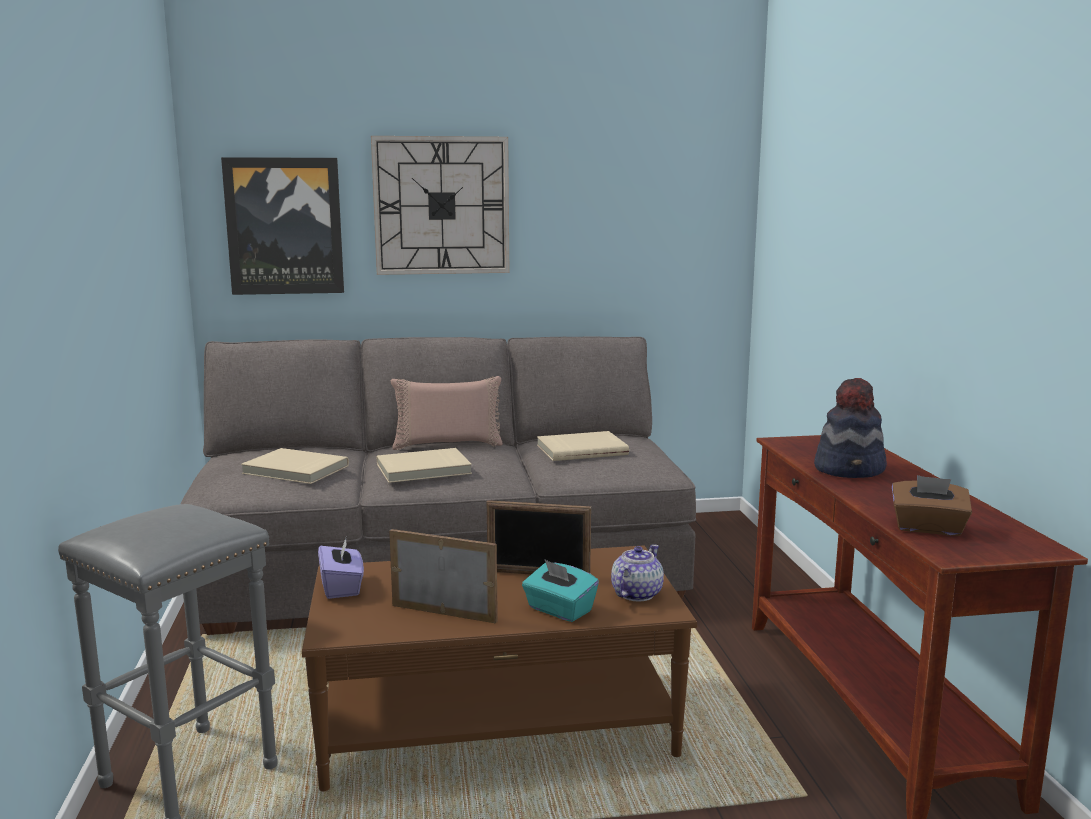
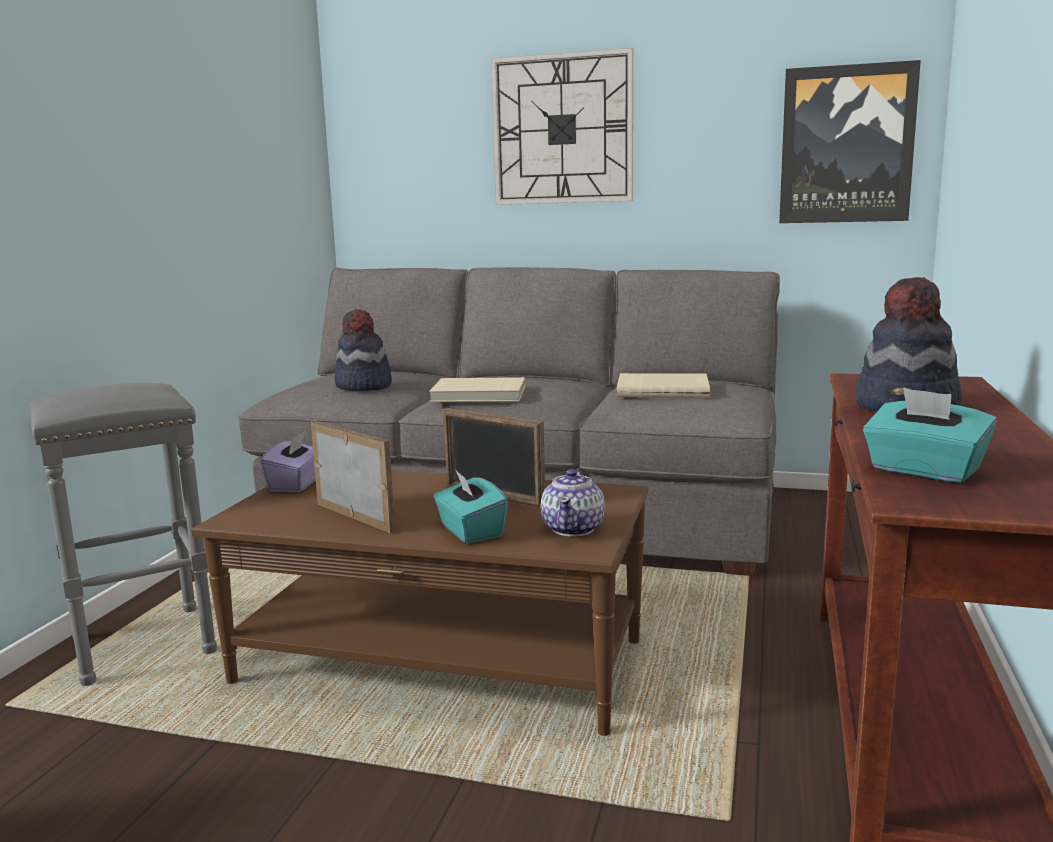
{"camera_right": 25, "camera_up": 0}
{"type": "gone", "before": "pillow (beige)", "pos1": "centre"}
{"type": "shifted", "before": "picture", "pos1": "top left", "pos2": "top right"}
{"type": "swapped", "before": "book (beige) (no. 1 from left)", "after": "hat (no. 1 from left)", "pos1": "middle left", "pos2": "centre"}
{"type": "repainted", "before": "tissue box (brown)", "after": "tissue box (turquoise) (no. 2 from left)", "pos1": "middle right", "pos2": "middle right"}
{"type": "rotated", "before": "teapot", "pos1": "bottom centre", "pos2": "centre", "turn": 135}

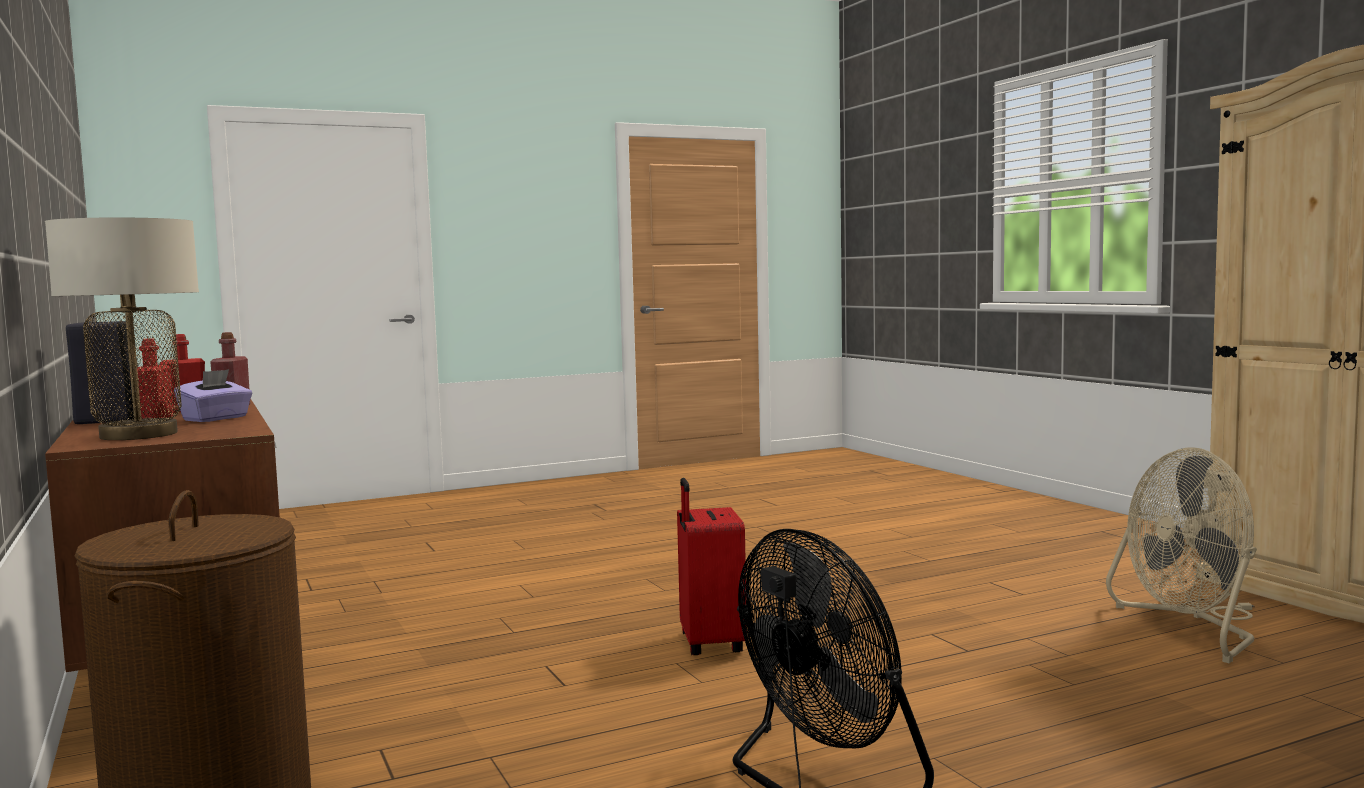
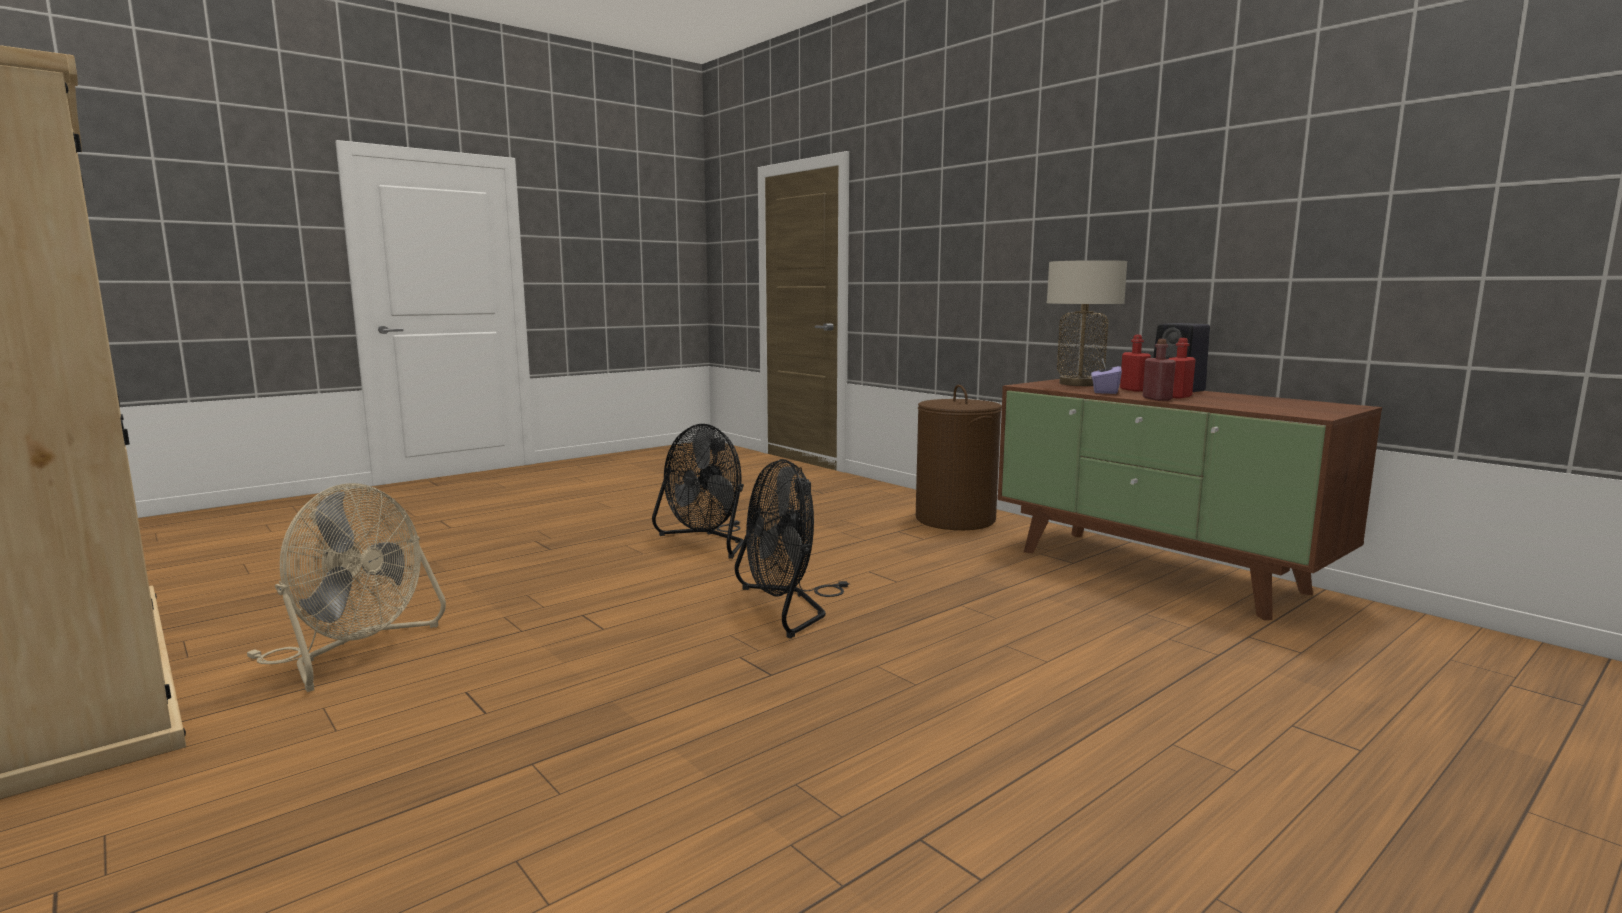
{"camera_right": 165, "camera_up": 5}
{"type": "swapped", "before": "suitcase (red)", "after": "fan (black) (no. 2 from left)", "pos1": "bottom centre", "pos2": "centre"}
{"type": "rotated", "before": "fan (beige)", "pos1": "bottom right", "pos2": "middle left", "turn": 45}

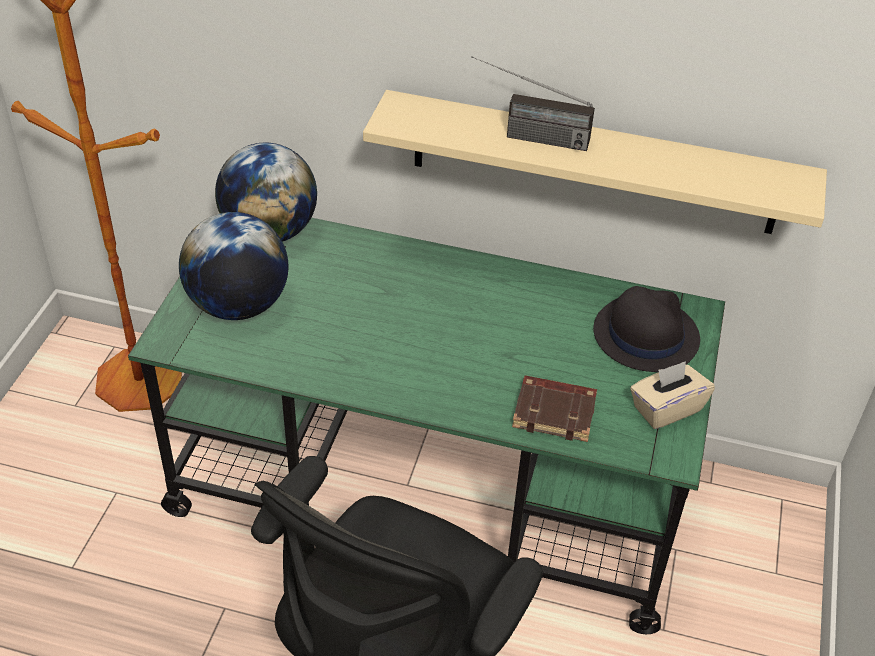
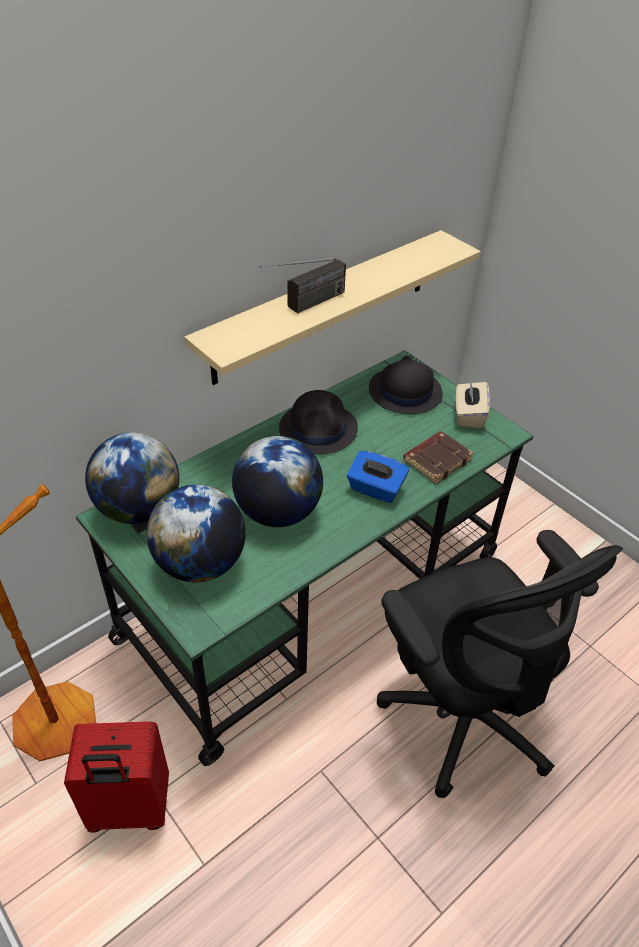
{"camera_right": -55, "camera_up": 0}
{"type": "new", "after": "suitcase (red)", "pos2": "bottom left"}
{"type": "new", "after": "globe (no. 3 from left)", "pos2": "centre"}
{"type": "new", "after": "hat (black) (no. 1 from left)", "pos2": "centre"}
{"type": "new", "after": "tissue box (blue)", "pos2": "centre"}

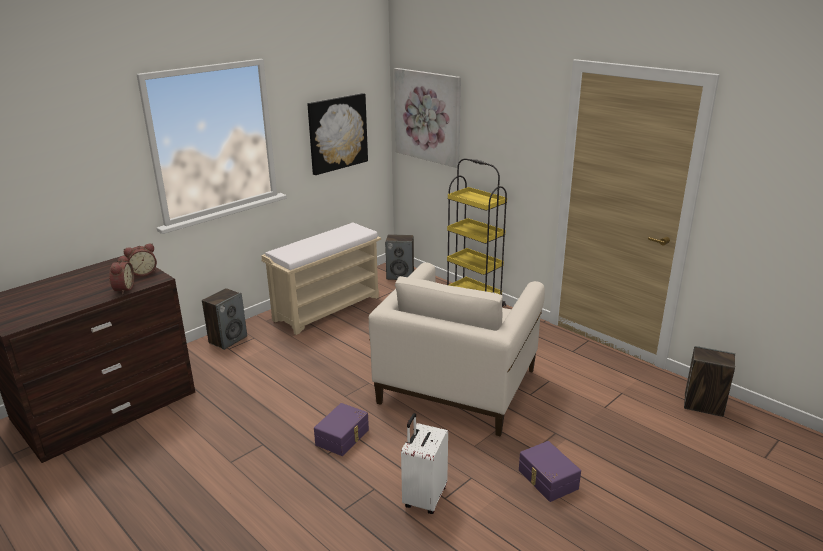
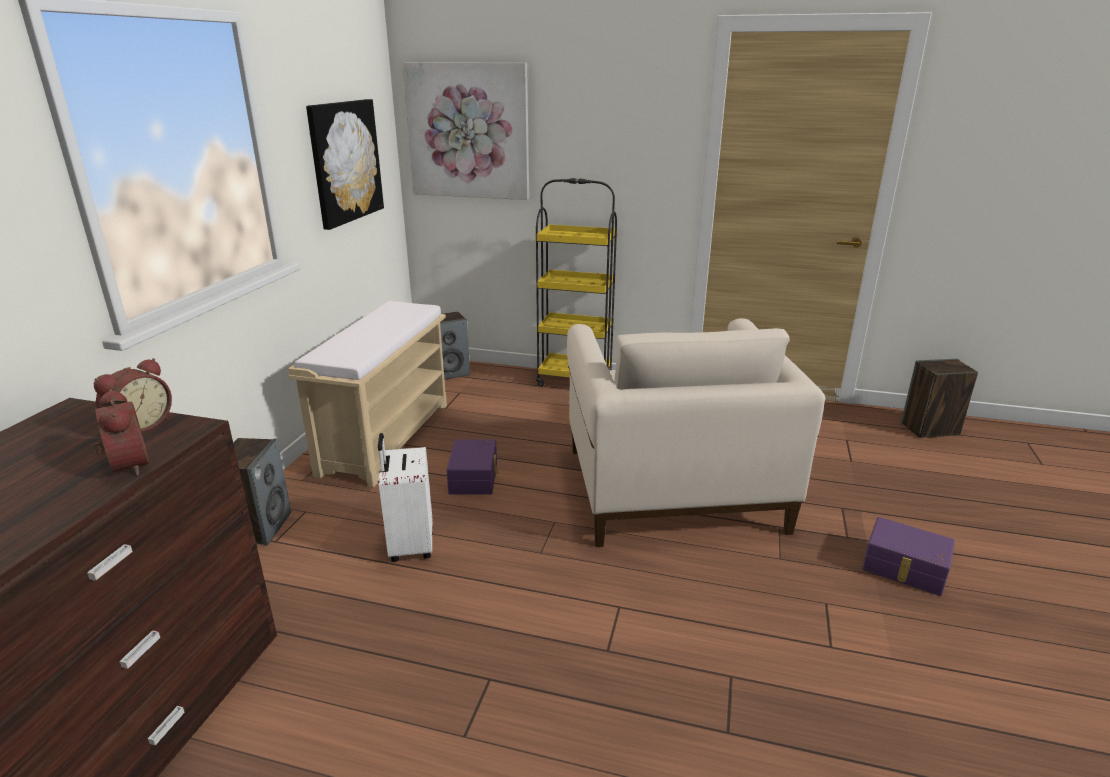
{"camera_right": -30, "camera_up": 0}
{"type": "shifted", "before": "storage box (purple) (no. 1 from left)", "pos1": "bottom centre", "pos2": "centre"}
{"type": "shifted", "before": "suitcase (white)", "pos1": "bottom centre", "pos2": "centre"}

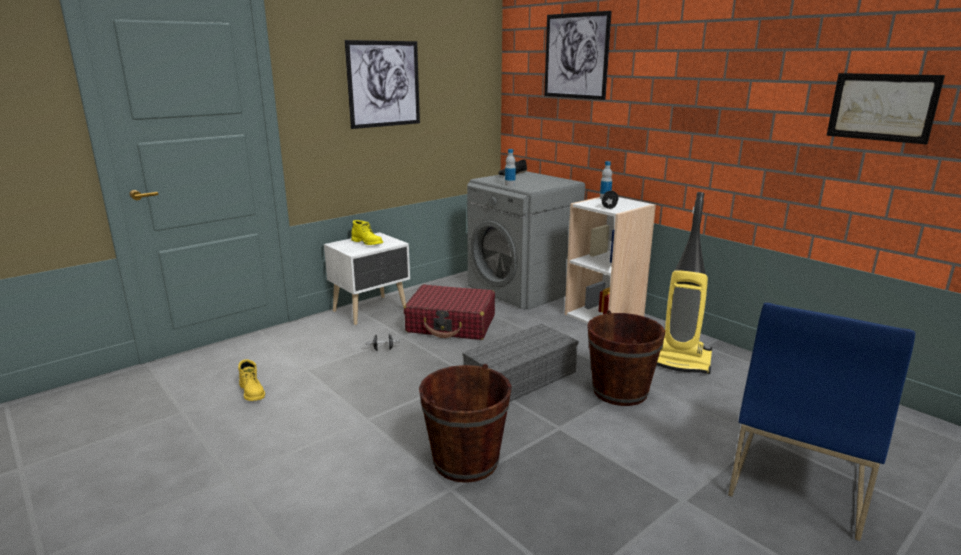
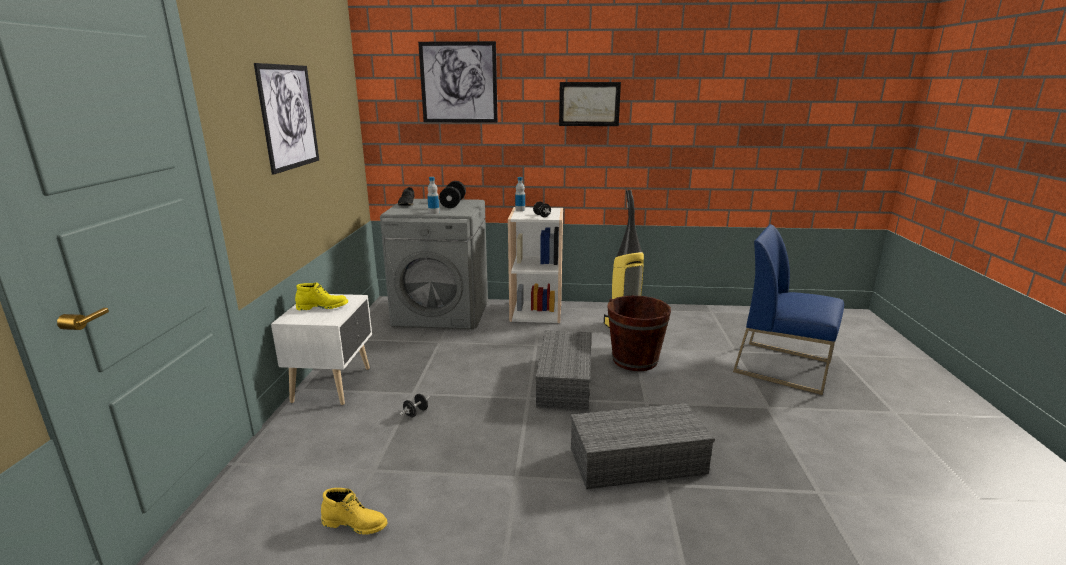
{"camera_right": -45, "camera_up": 0}
{"type": "gone", "before": "suitcase (red)", "pos1": "centre"}
{"type": "new", "after": "dumbbell (black) (no. 2 from left)", "pos2": "centre"}
{"type": "shifted", "before": "picture (no. 3 from left)", "pos1": "top right", "pos2": "top centre"}
{"type": "swapped", "before": "bucket (brown) (no. 1 from left)", "after": "storage box (grey) (no. 2 from left)", "pos1": "bottom centre", "pos2": "bottom centre"}
{"type": "rotated", "before": "chair (blue)", "pos1": "bottom right", "pos2": "middle right", "turn": 135}

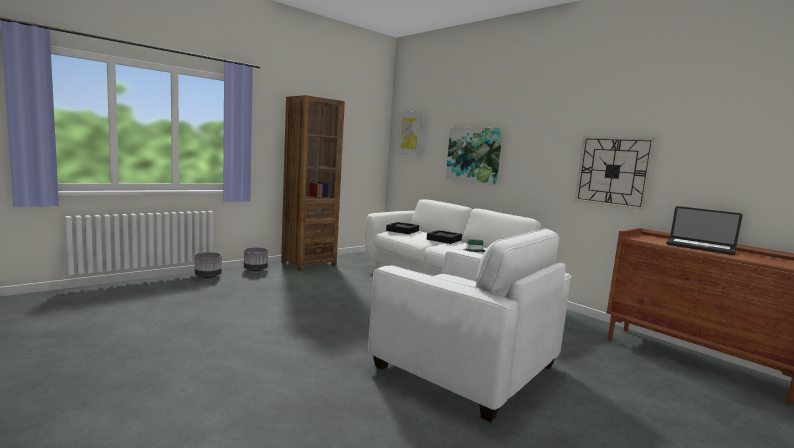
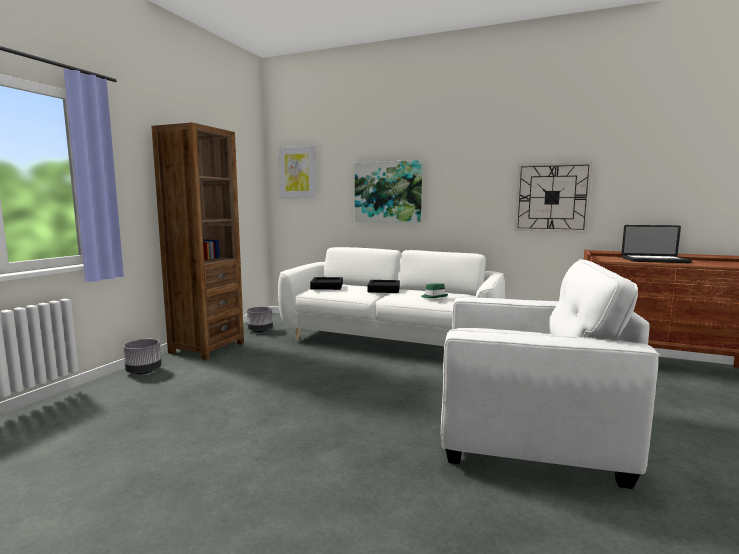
{"camera_right": -25, "camera_up": 0}
{"type": "shifted", "before": "planter (grey) (no. 1 from left in the first image)", "after": "planter (grey) (no. 2 from left)", "pos1": "middle left", "pos2": "centre"}

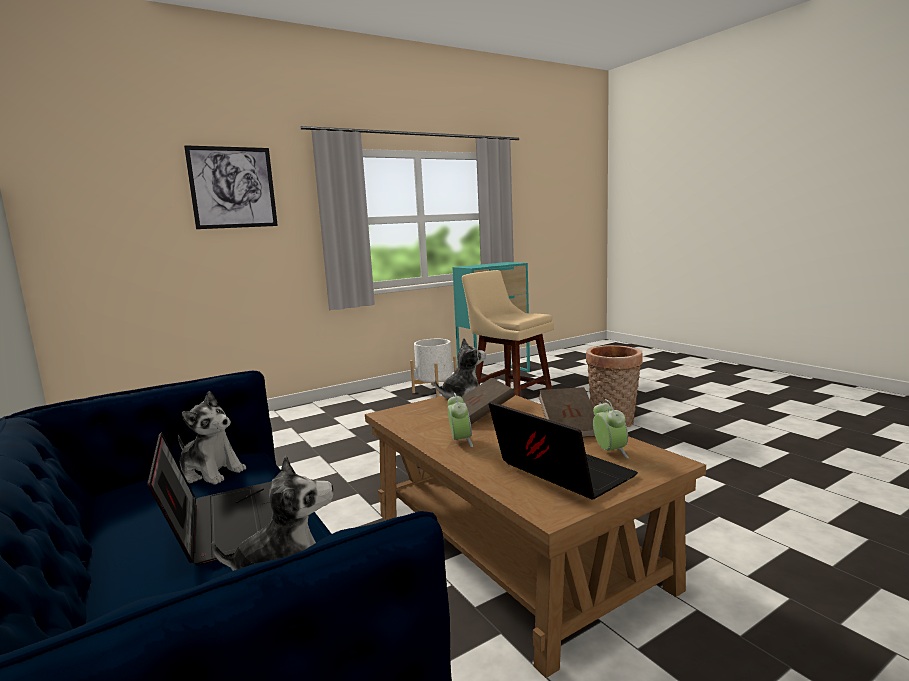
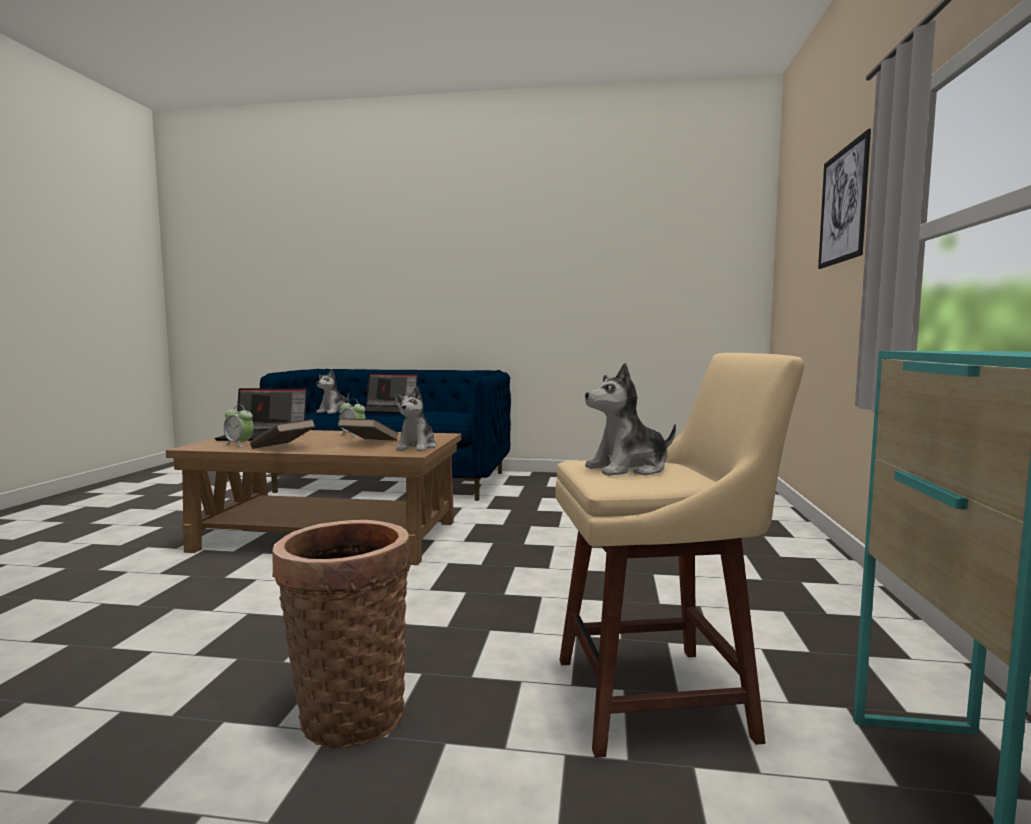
{"camera_right": 130, "camera_up": -5}
{"type": "gone", "before": "planter (white)", "pos1": "centre"}
{"type": "shifted", "before": "plush toy (no. 1 from left in the first image)", "after": "plush toy (no. 3 from left)", "pos1": "middle left", "pos2": "centre"}

